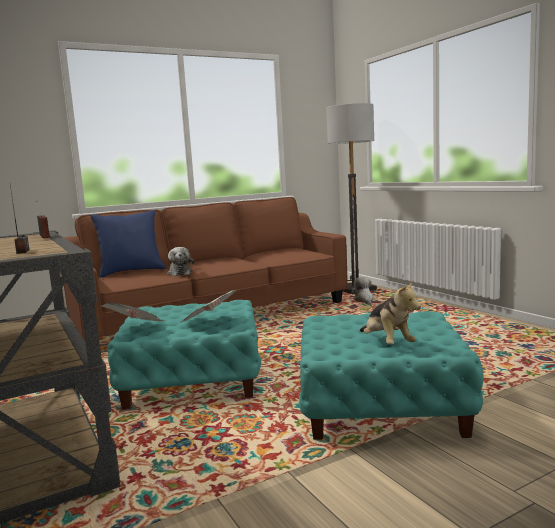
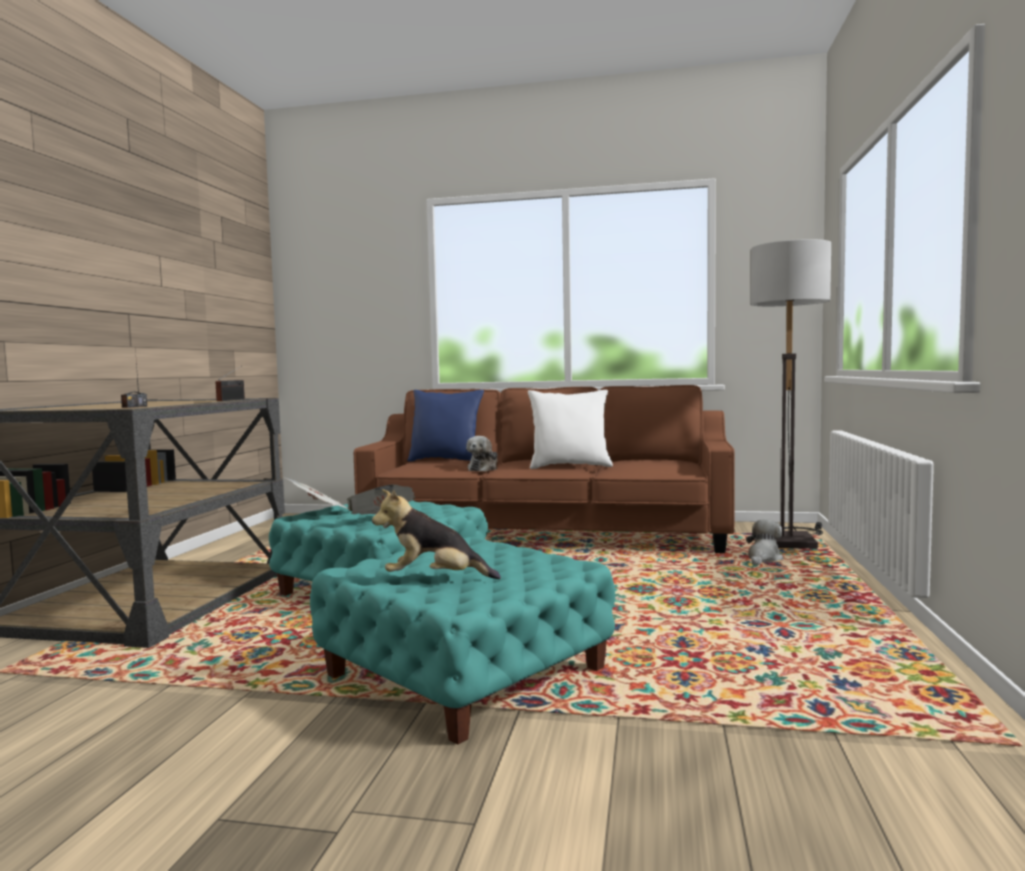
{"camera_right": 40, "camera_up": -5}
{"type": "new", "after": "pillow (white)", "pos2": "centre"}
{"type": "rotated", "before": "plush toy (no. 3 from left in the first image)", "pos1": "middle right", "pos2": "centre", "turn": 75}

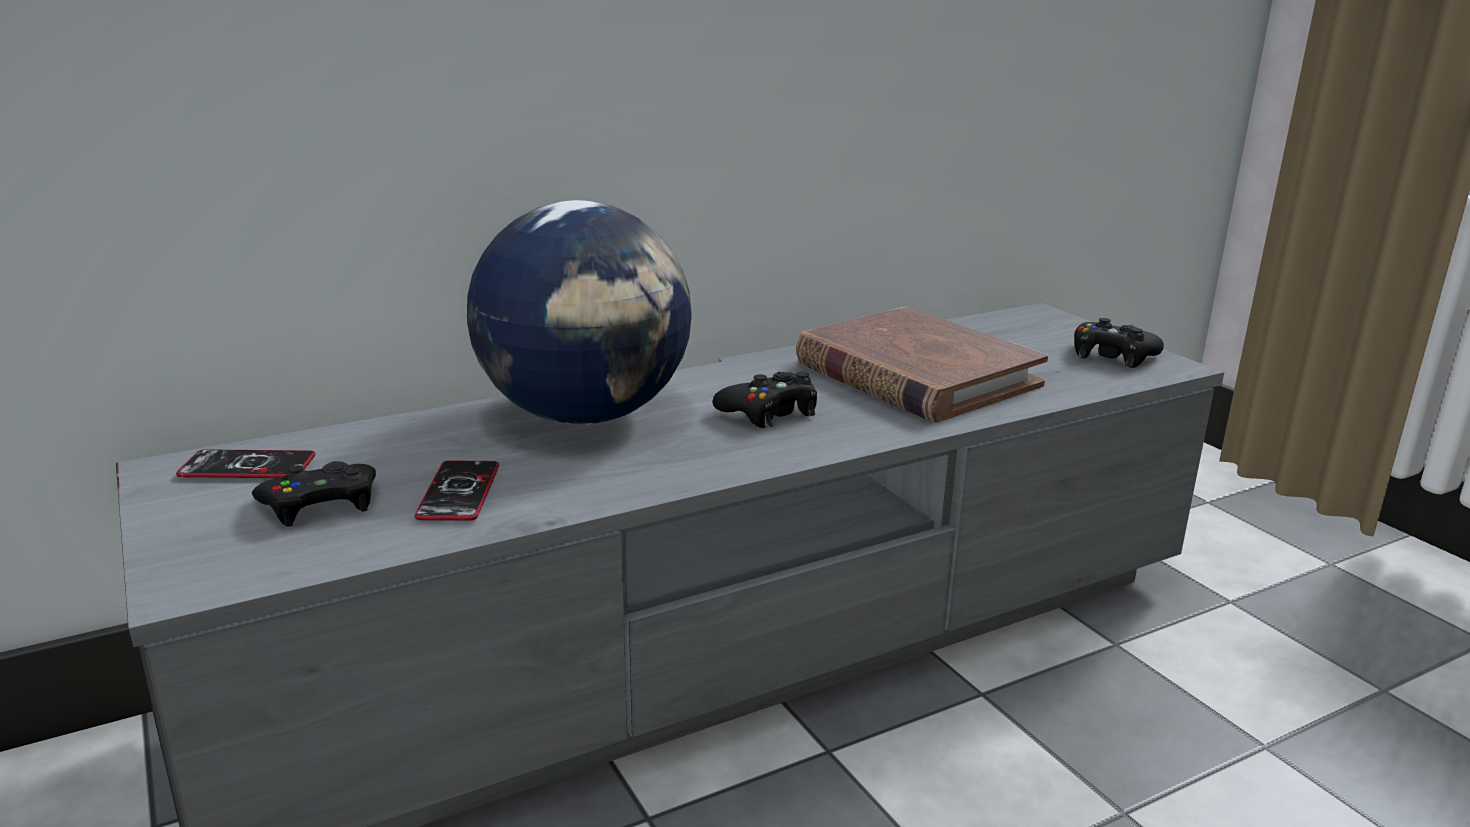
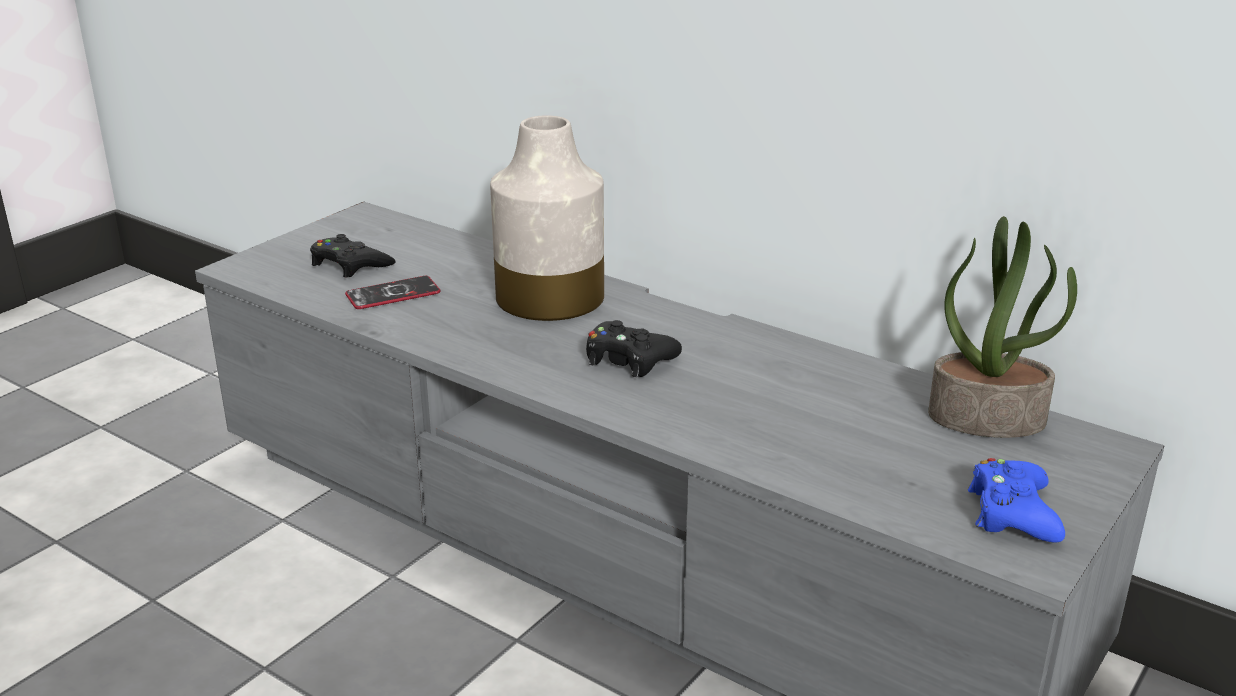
{"camera_right": 65, "camera_up": 5}
{"type": "gone", "before": "phone (no. 1 from left)", "pos1": "middle left"}
{"type": "gone", "before": "book (brown)", "pos1": "centre"}
{"type": "new", "after": "potted plant", "pos2": "middle right"}
{"type": "swapped", "before": "globe", "after": "vase (beige)", "pos1": "centre", "pos2": "top centre"}
{"type": "repainted", "before": "game controller (black) (no. 3 from left)", "after": "game controller (blue)", "pos1": "middle right", "pos2": "bottom right"}

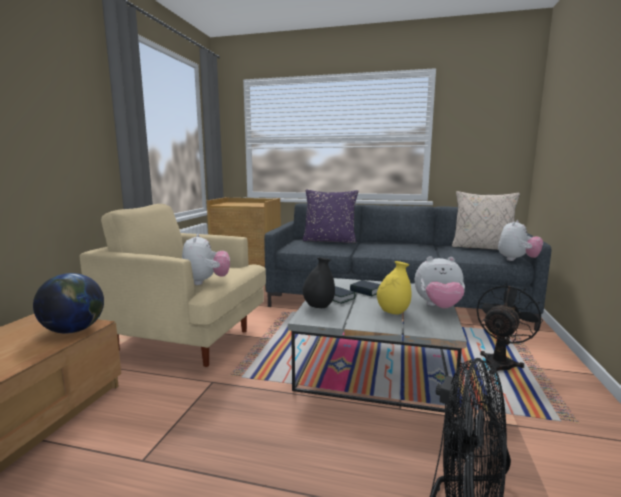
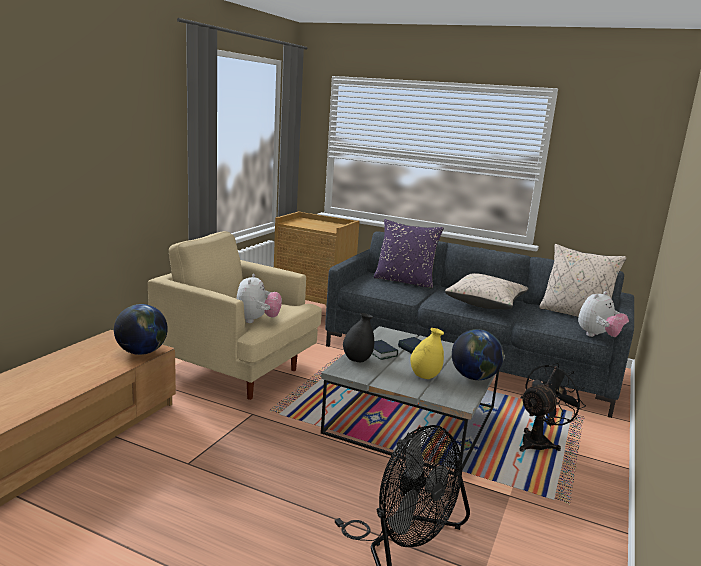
{"camera_right": 10, "camera_up": 5}
{"type": "new", "after": "pillow (beige) (no. 1 from left)", "pos2": "middle right"}
{"type": "swapped", "before": "plush toy (no. 2 from left)", "after": "globe (no. 2 from left)", "pos1": "middle right", "pos2": "middle right"}

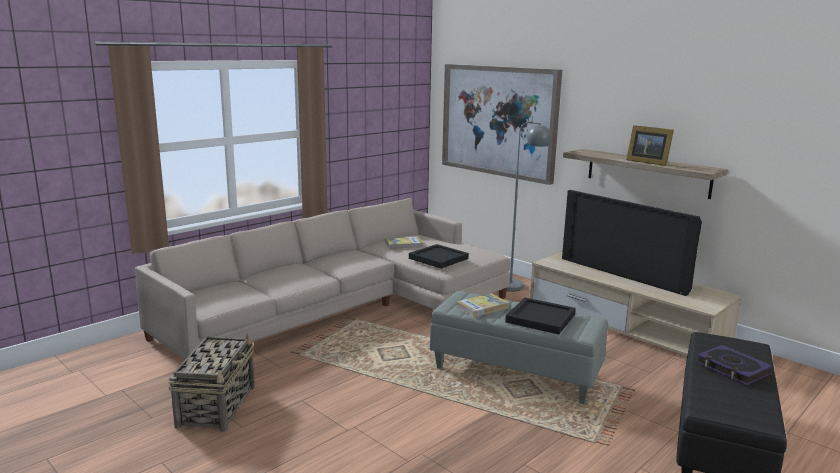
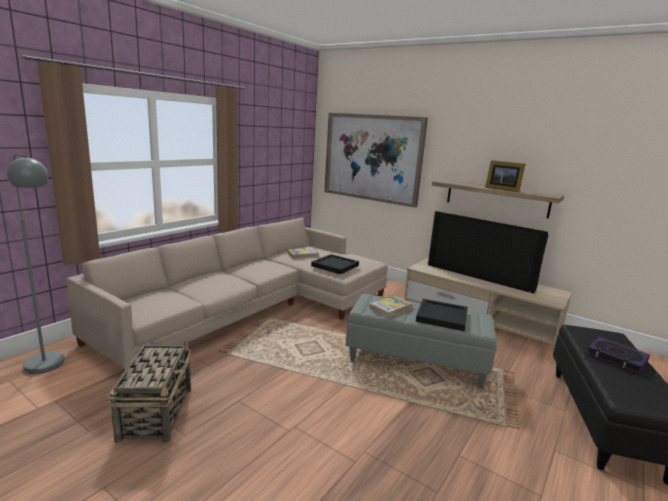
{"camera_right": -10, "camera_up": 0}
{"type": "shifted", "before": "floor lamp (grey)", "pos1": "centre", "pos2": "middle left"}

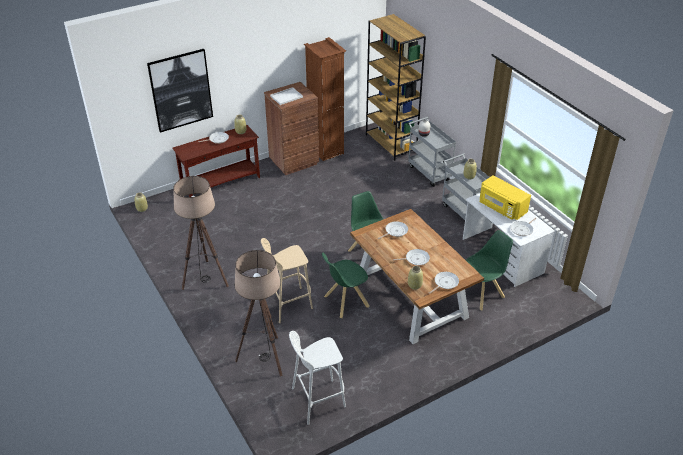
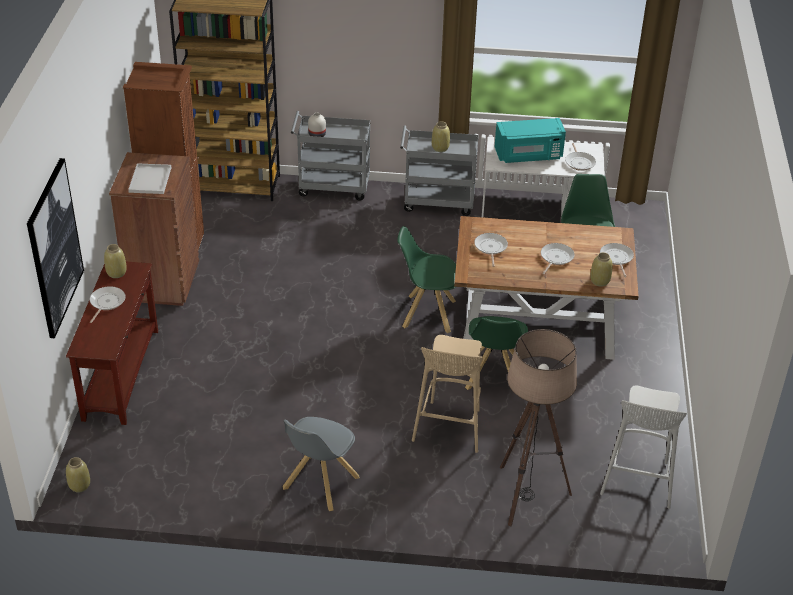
{"camera_right": -55, "camera_up": 0}
{"type": "swapped", "before": "floor lamp (no. 1 from left)", "after": "chair (grey)", "pos1": "middle left", "pos2": "bottom centre"}
{"type": "repainted", "before": "microwave (yellow)", "after": "microwave (turquoise)", "pos1": "middle right", "pos2": "top right"}

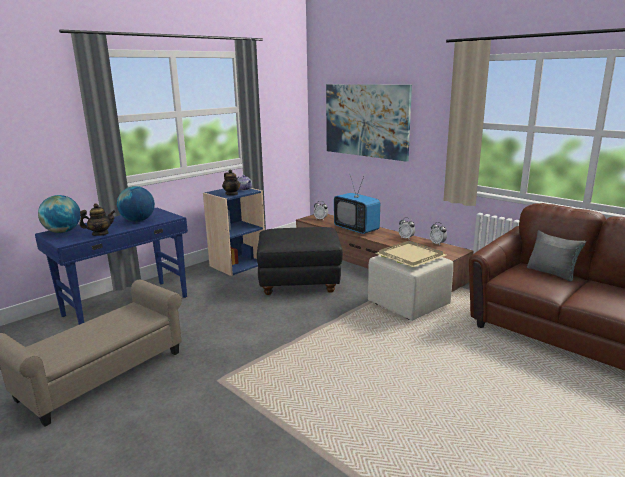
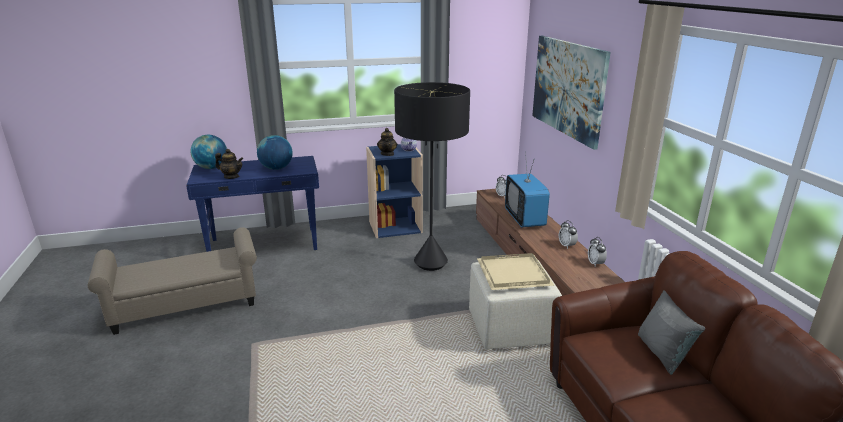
{"camera_right": 30, "camera_up": 5}
{"type": "swapped", "before": "ottoman (black)", "after": "floor lamp (black)", "pos1": "centre", "pos2": "centre"}

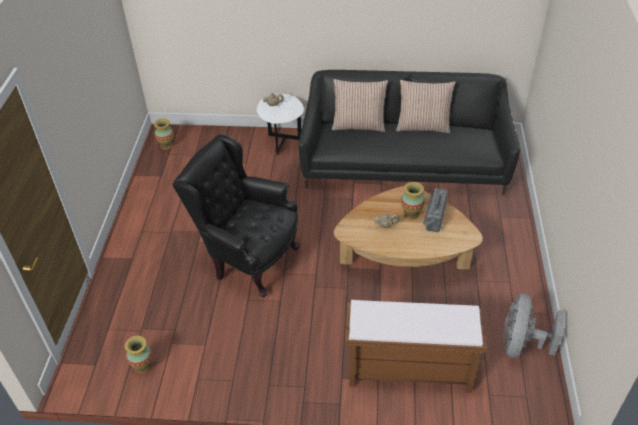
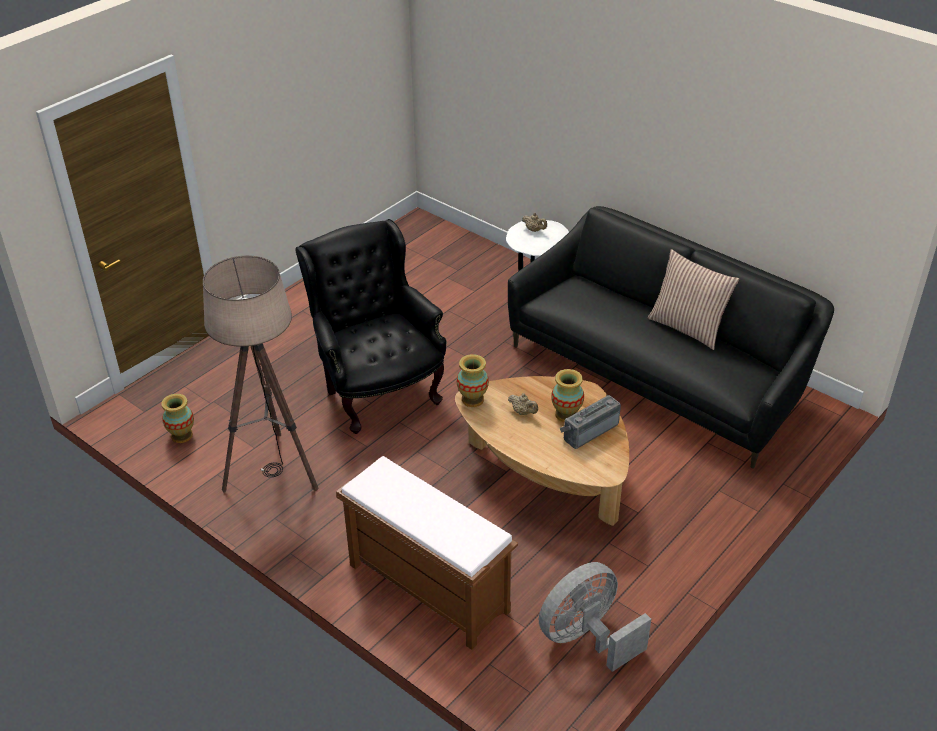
{"camera_right": 35, "camera_up": -5}
{"type": "gone", "before": "pillow (no. 1 from left)", "pos1": "top centre"}
{"type": "new", "after": "floor lamp", "pos2": "middle left"}
{"type": "shifted", "before": "vase (no. 2 from left)", "pos1": "top left", "pos2": "centre"}

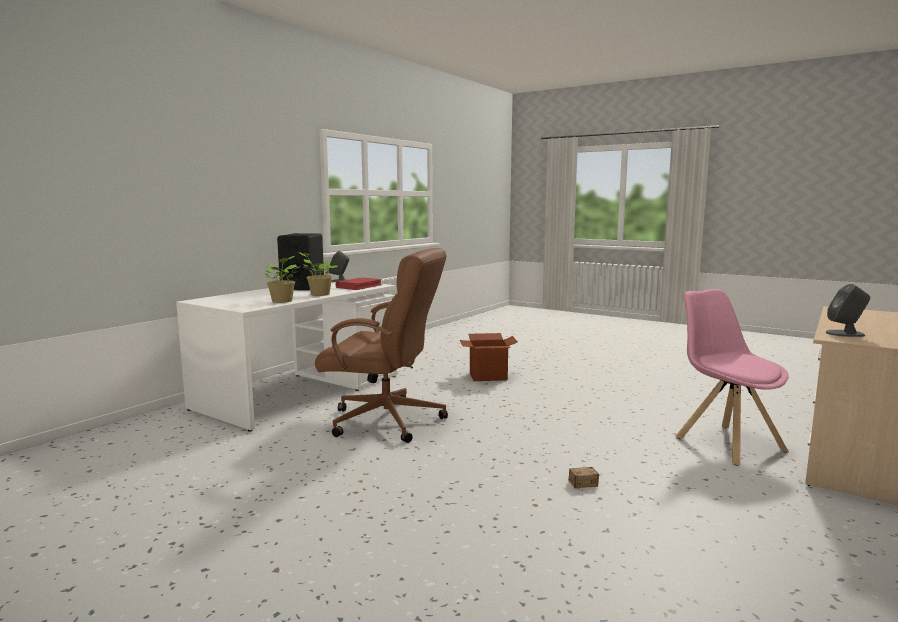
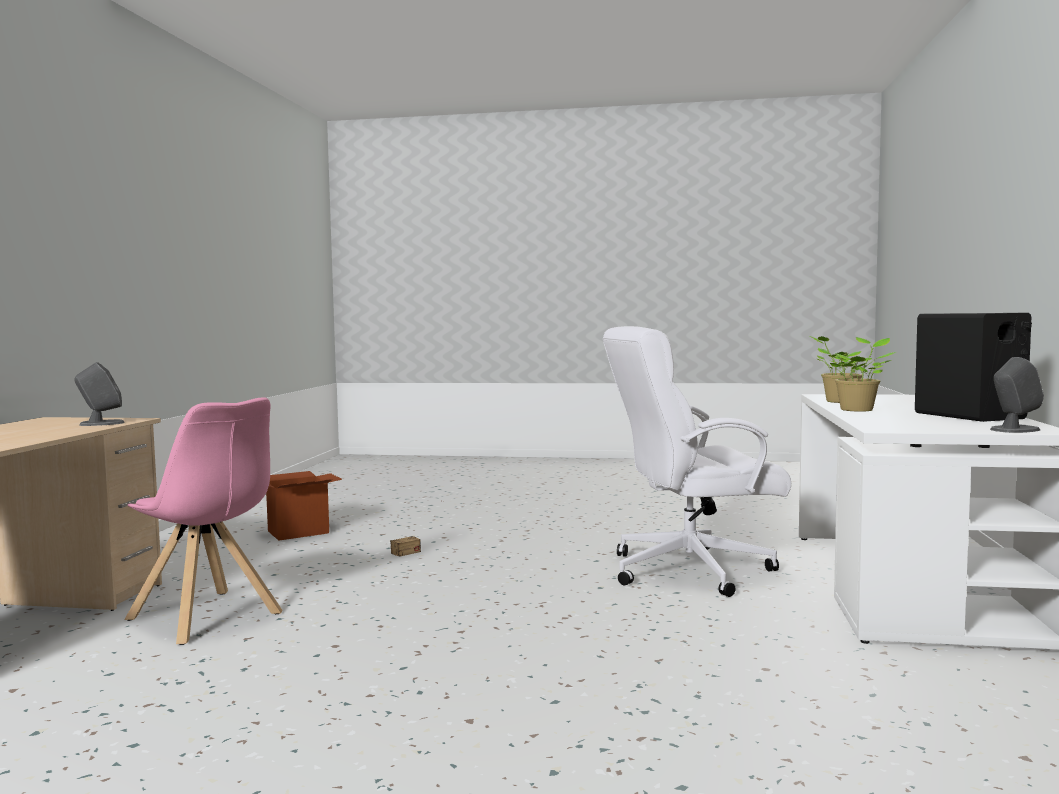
{"camera_right": 155, "camera_up": -5}
{"type": "gone", "before": "book (red)", "pos1": "centre"}
{"type": "shifted", "before": "cardboard box", "pos1": "centre", "pos2": "middle left"}
{"type": "repainted", "before": "office chair (brown)", "after": "office chair (white)", "pos1": "centre", "pos2": "centre"}

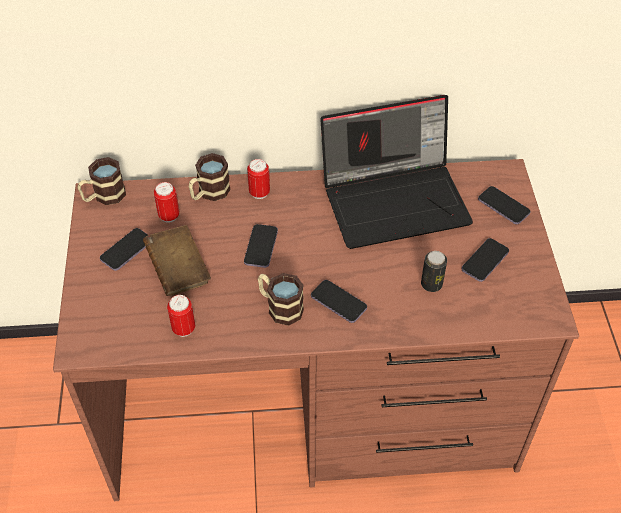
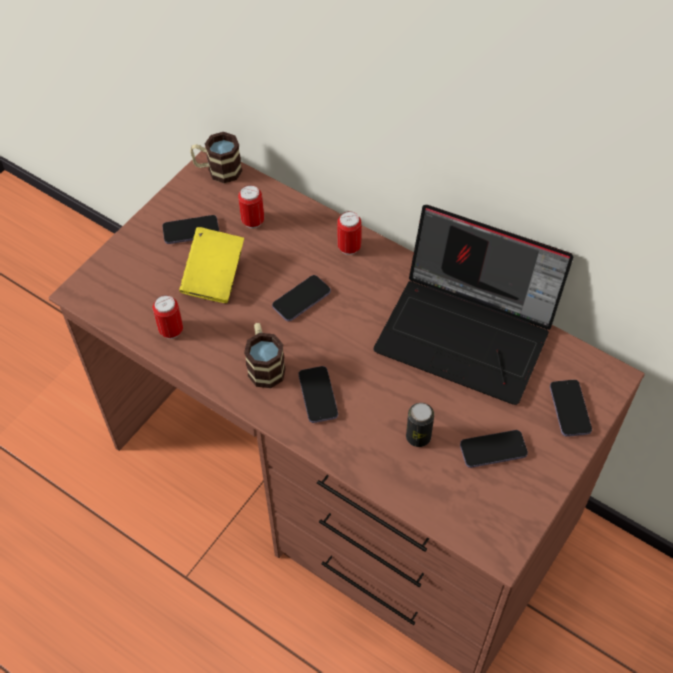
{"camera_right": 40, "camera_up": 5}
{"type": "gone", "before": "mug (no. 2 from left)", "pos1": "centre"}
{"type": "repainted", "before": "book (brown)", "after": "book (yellow)", "pos1": "middle left", "pos2": "middle left"}

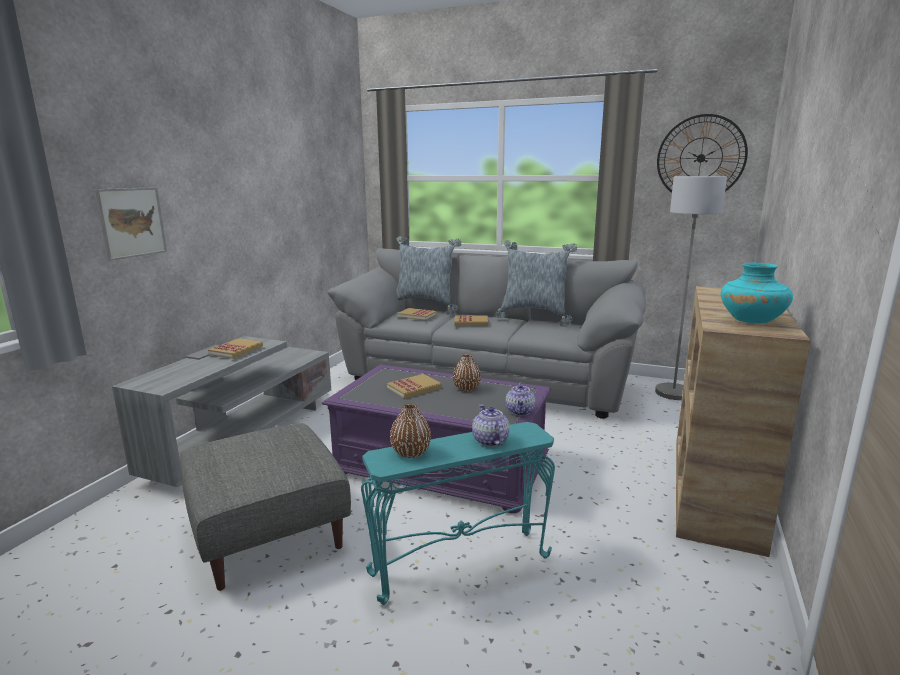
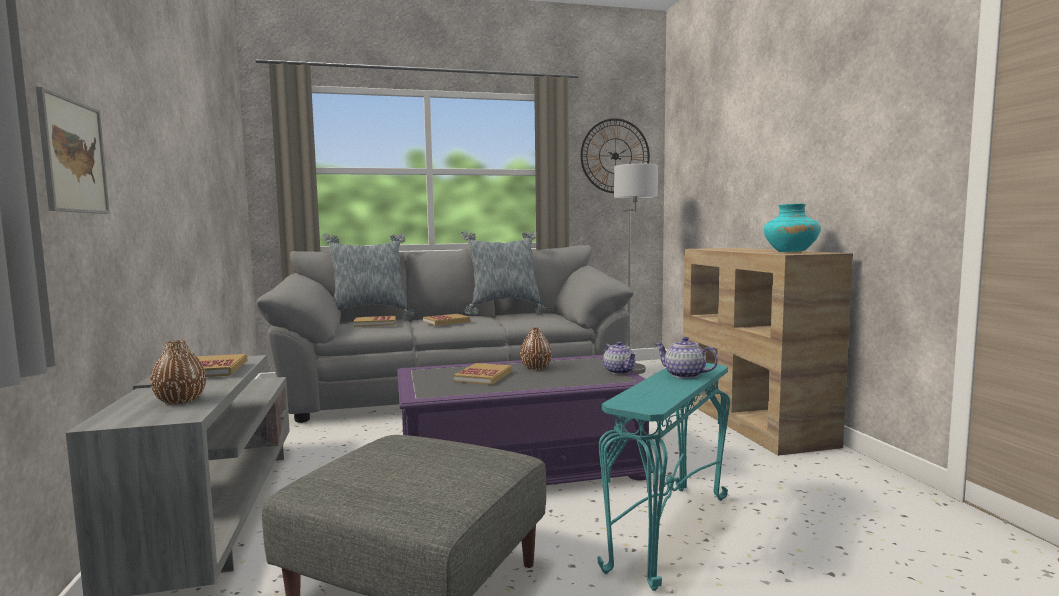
{"camera_right": -35, "camera_up": -10}
{"type": "shifted", "before": "vase (brown) (no. 1 from left)", "pos1": "centre", "pos2": "middle left"}

